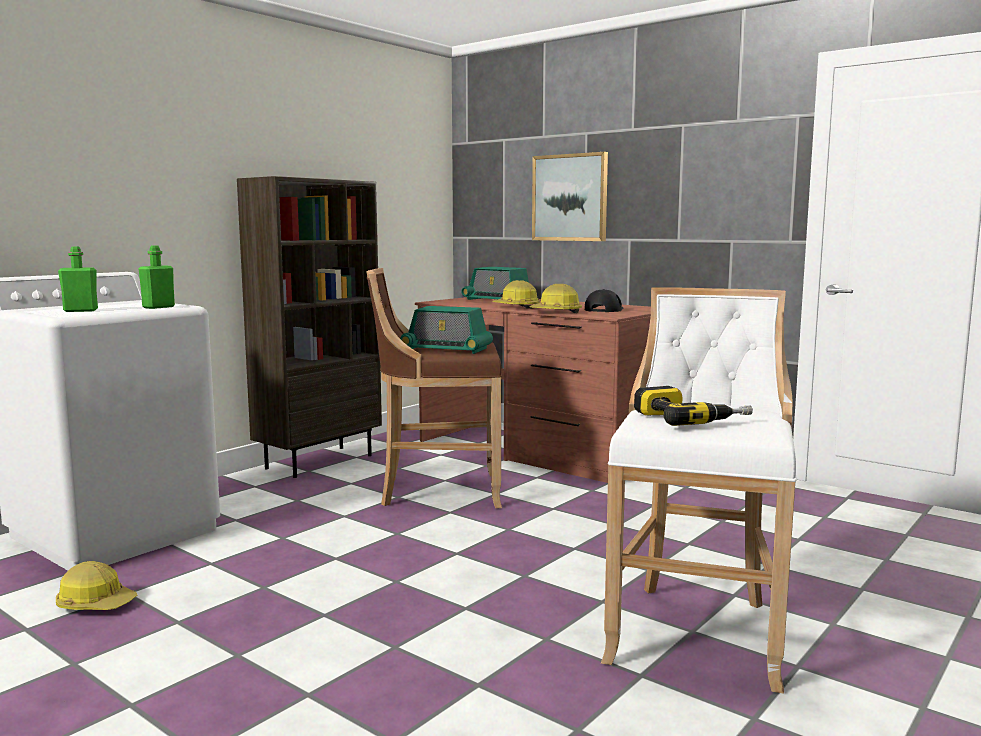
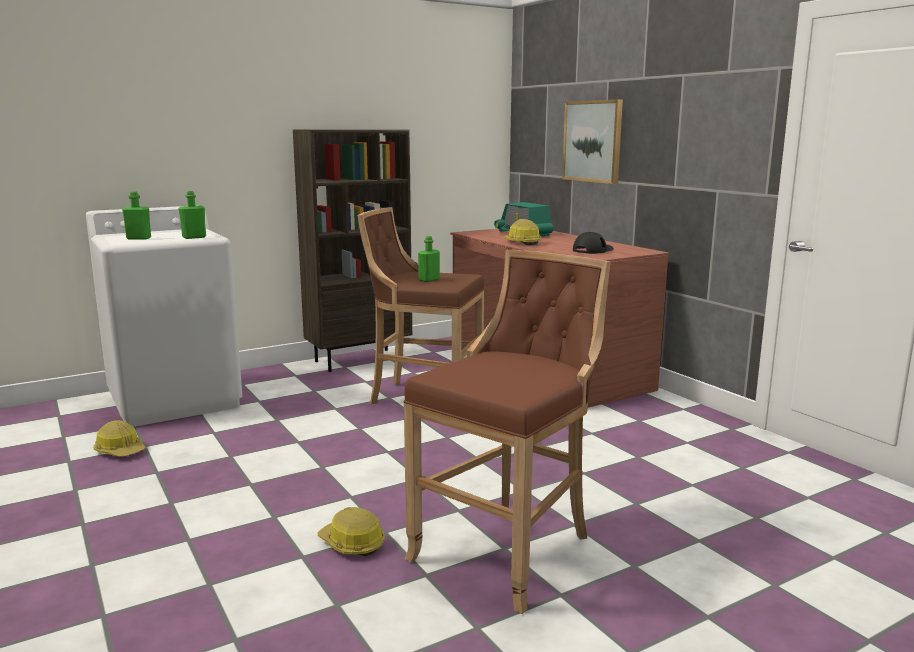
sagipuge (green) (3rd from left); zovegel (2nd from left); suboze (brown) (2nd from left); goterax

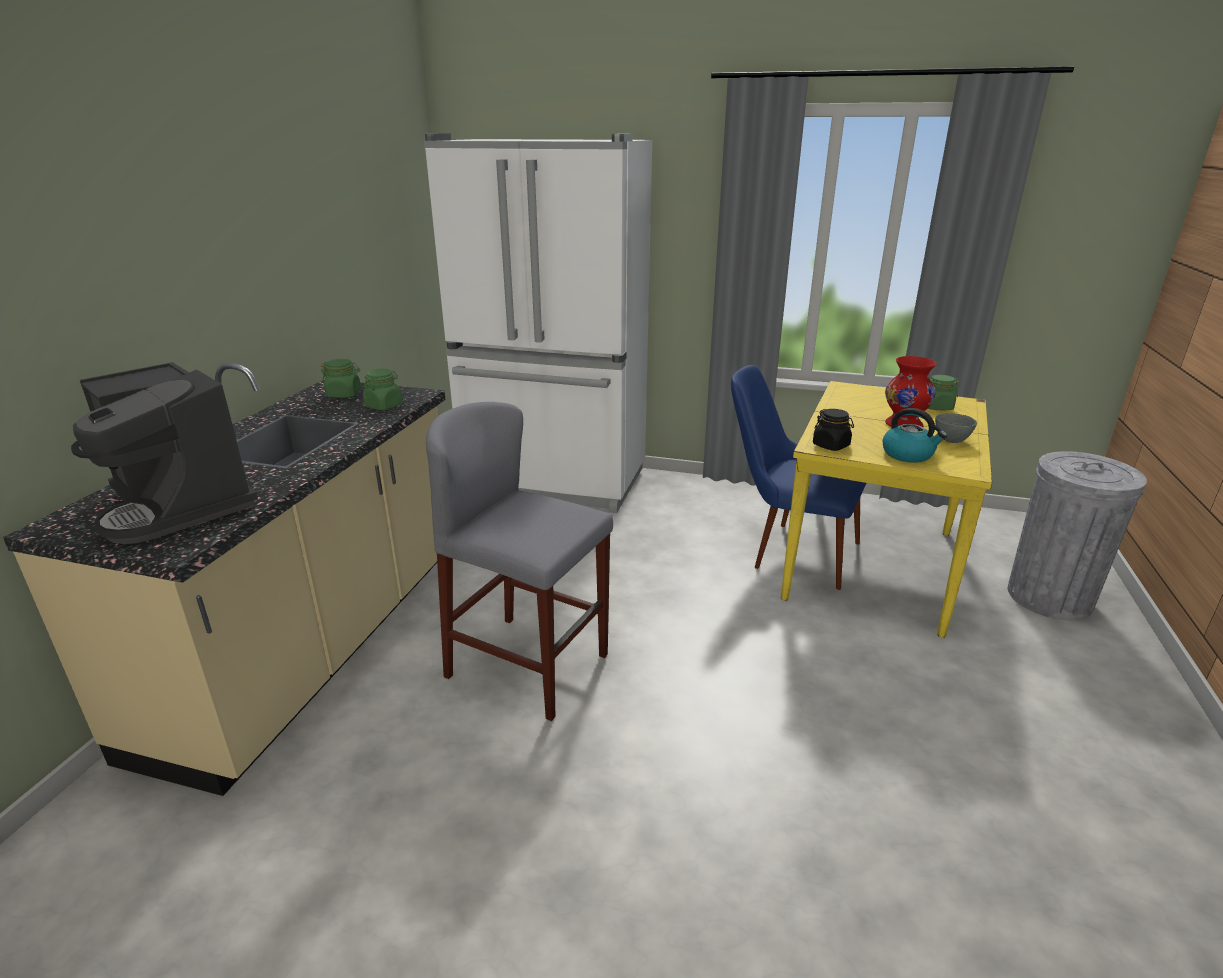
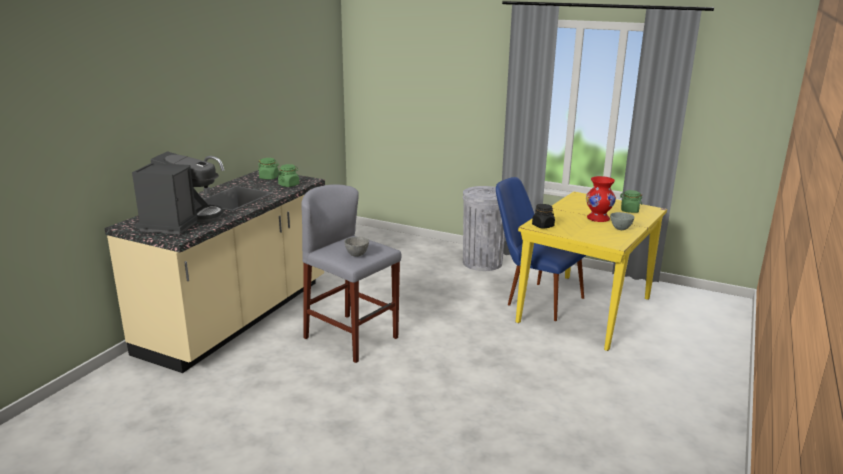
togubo; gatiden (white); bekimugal; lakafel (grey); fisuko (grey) (1st from left)

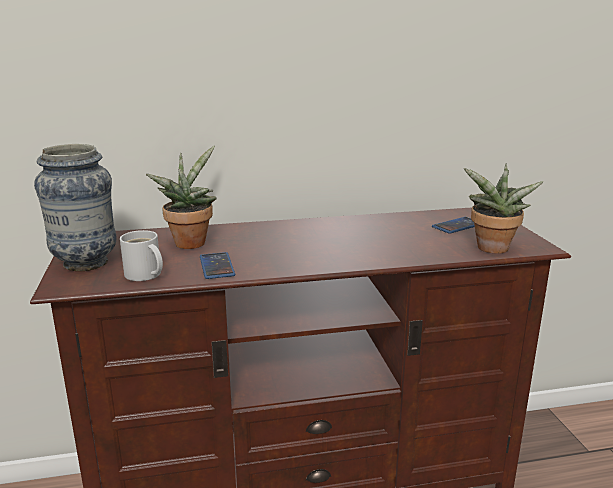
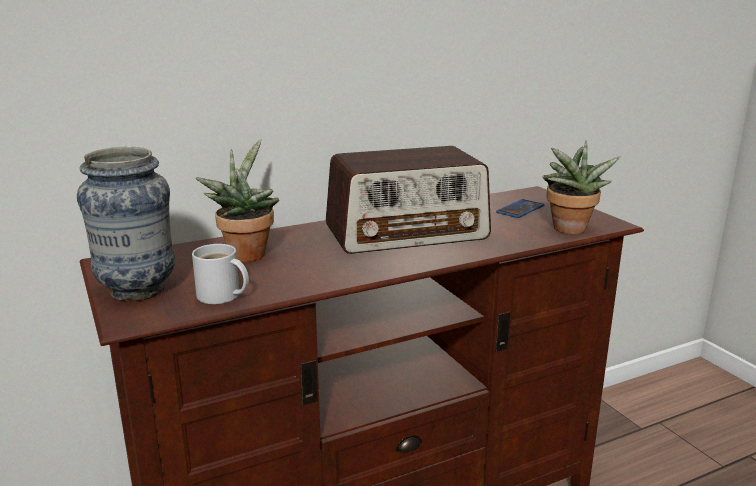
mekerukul (1st from left in the first image); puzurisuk

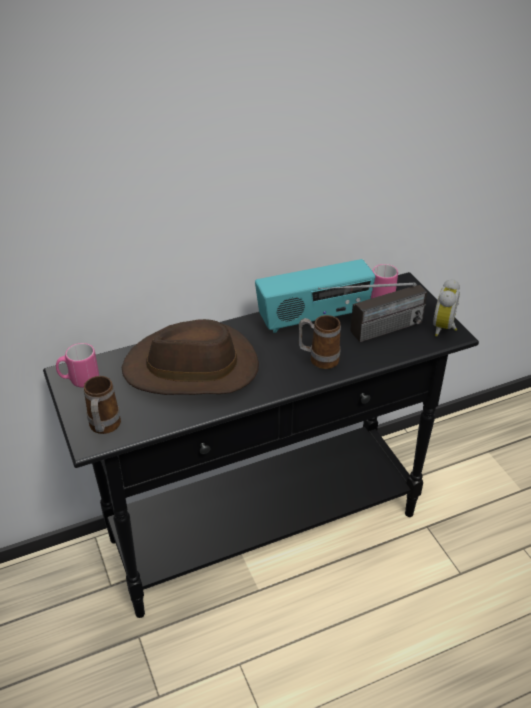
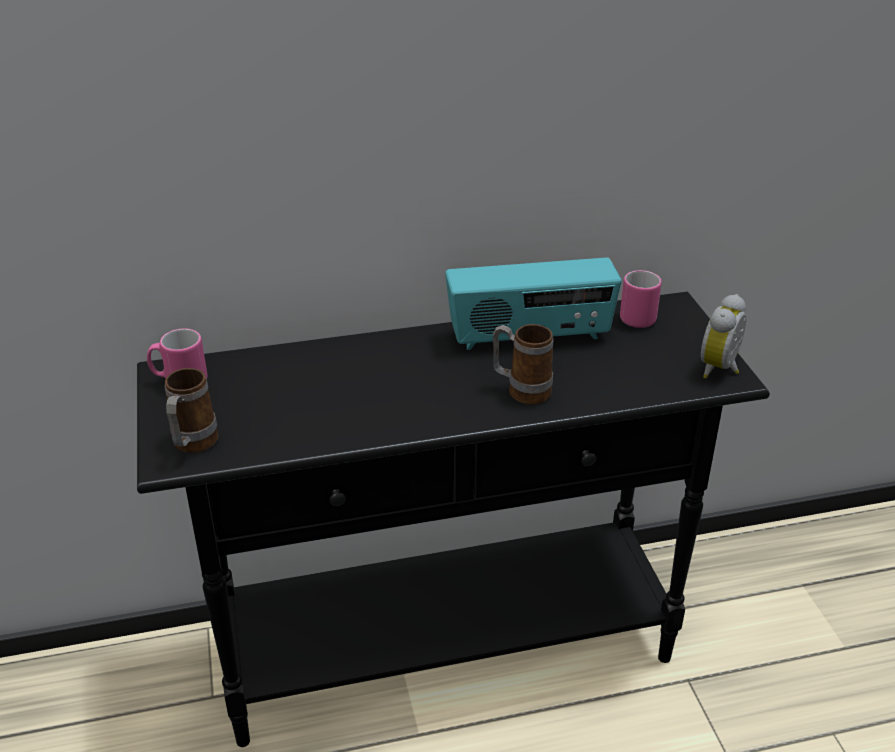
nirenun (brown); puzurisuk (2nd from left in the first image)

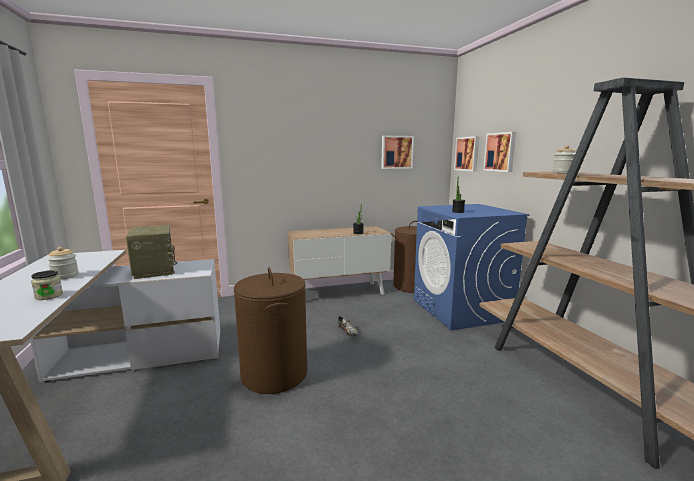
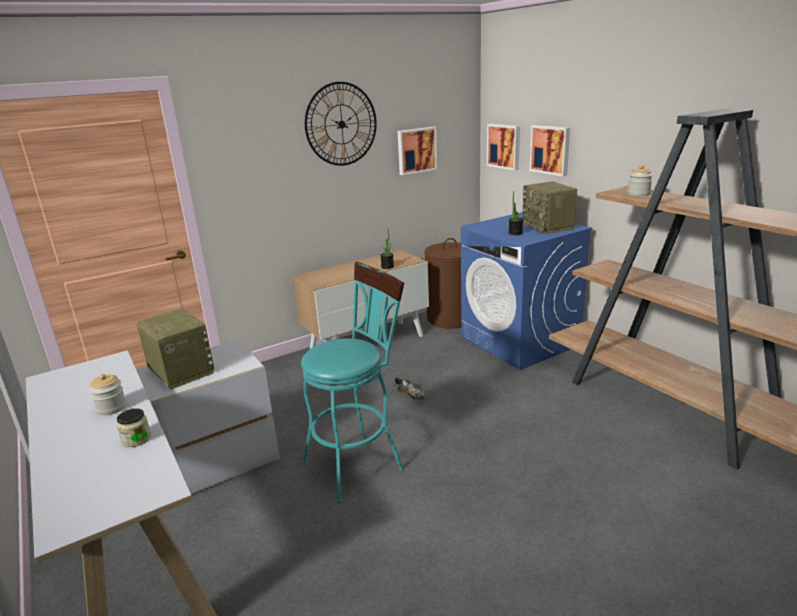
suboze (turquoise); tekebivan; puzurisuk (2nd from left)

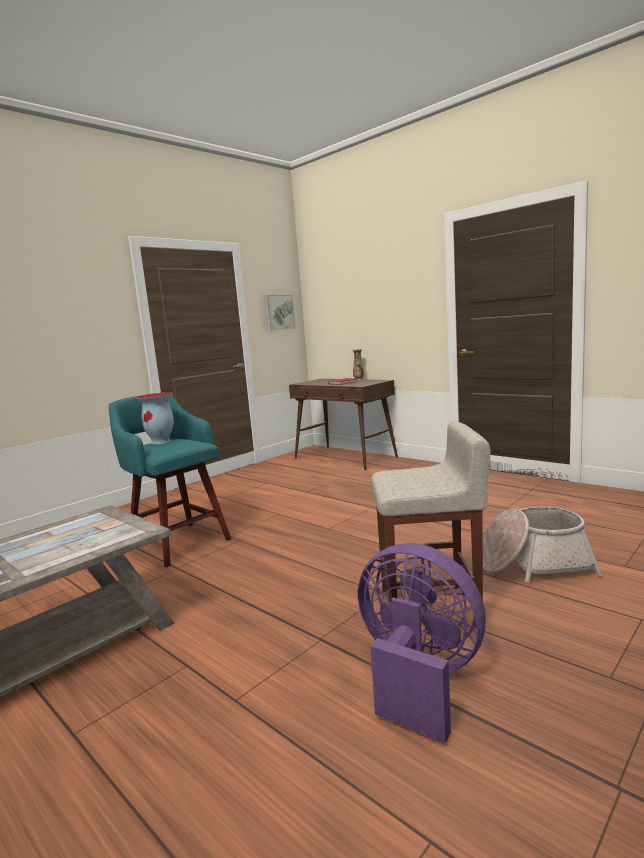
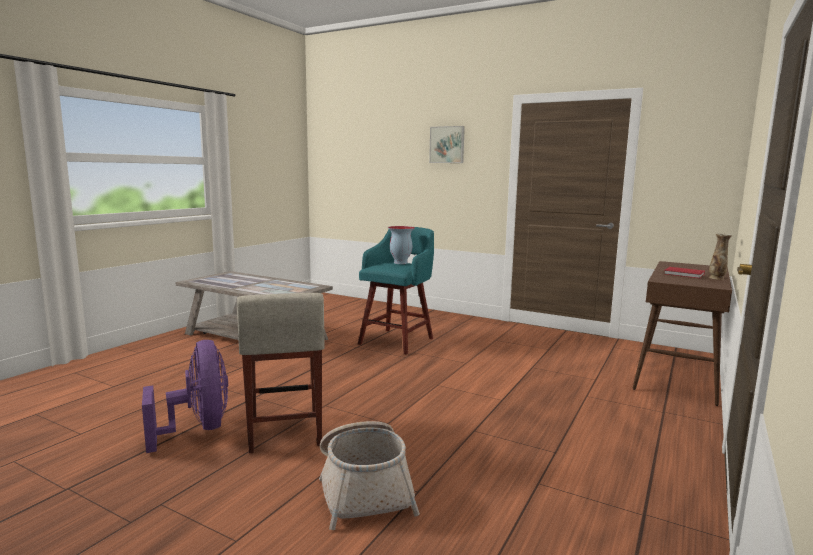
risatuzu; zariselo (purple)

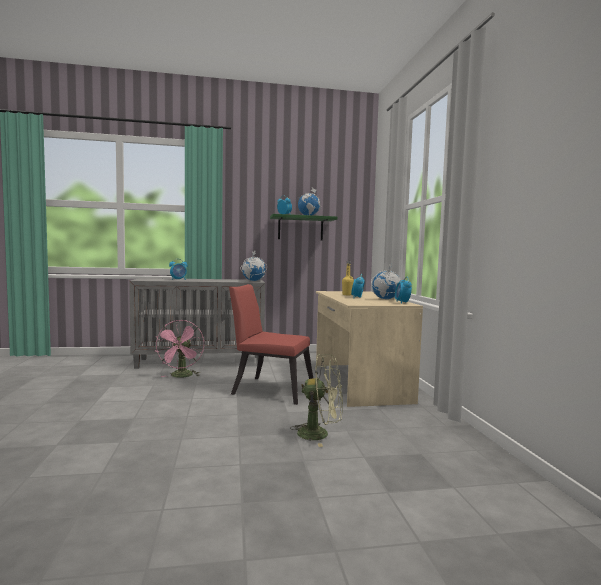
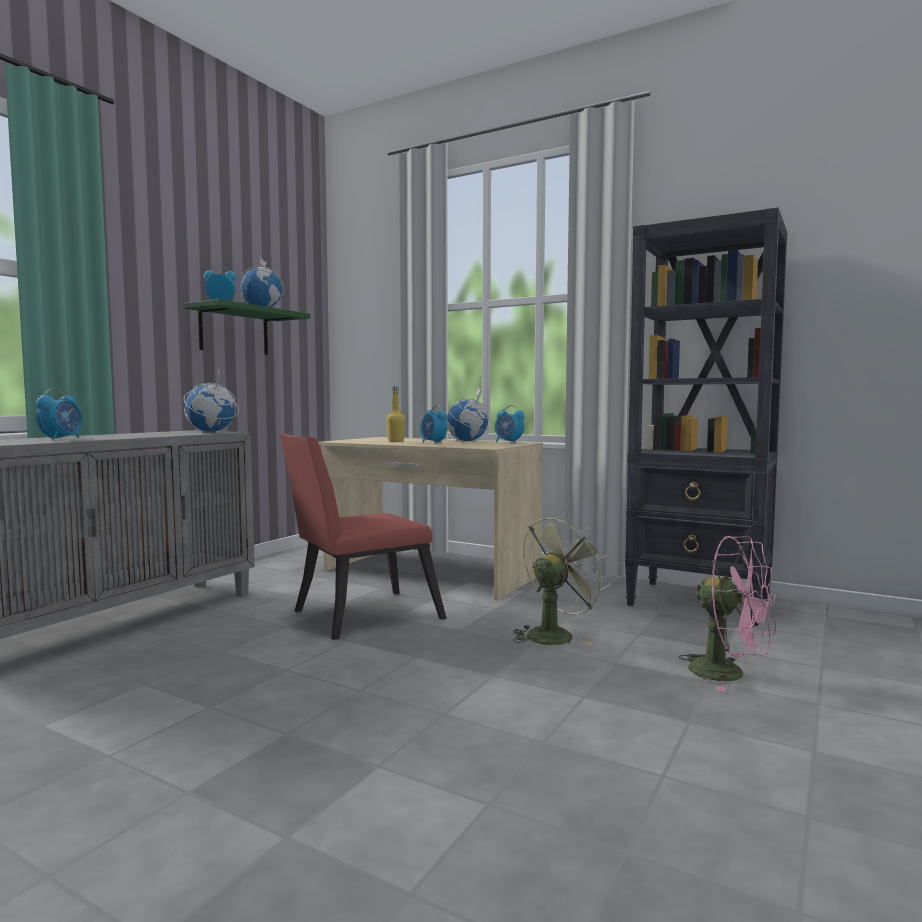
zariselo (pink); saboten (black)

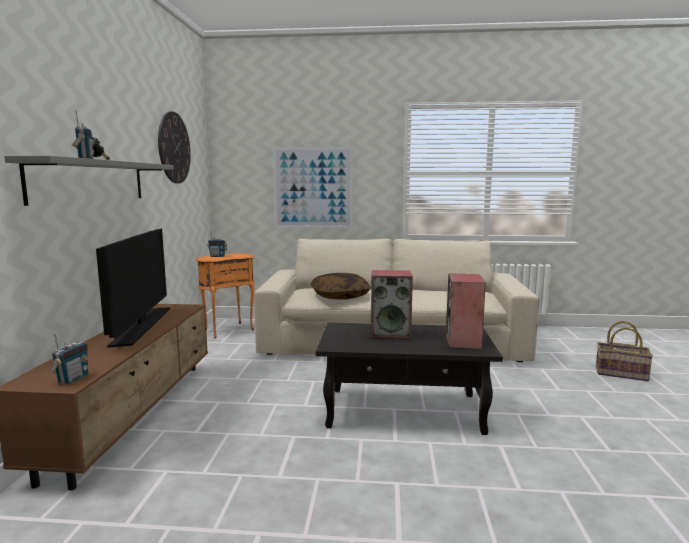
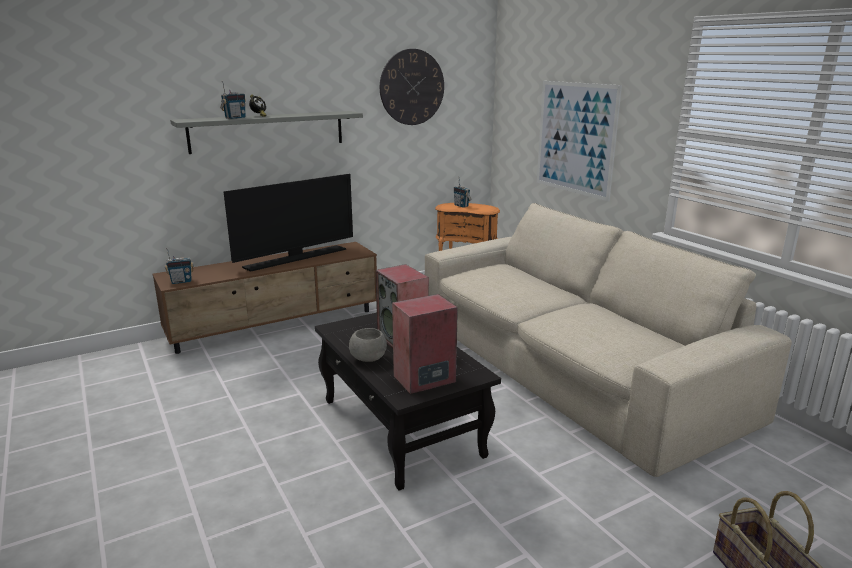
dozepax; fisuko (grey)

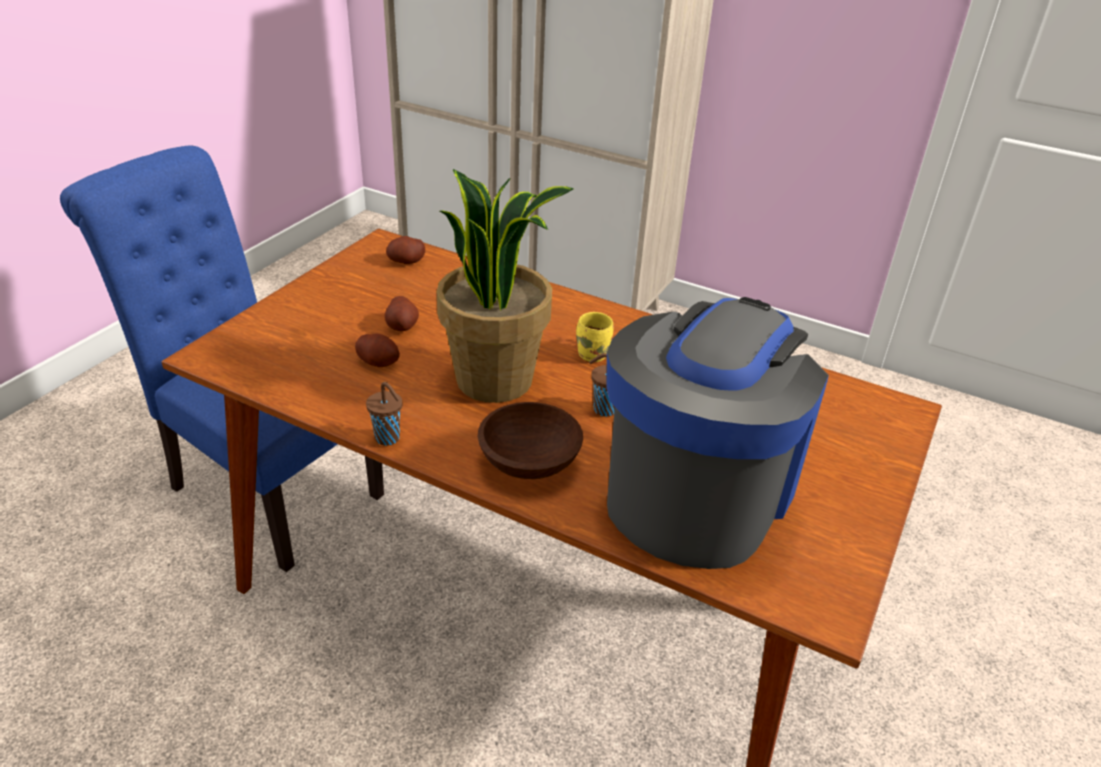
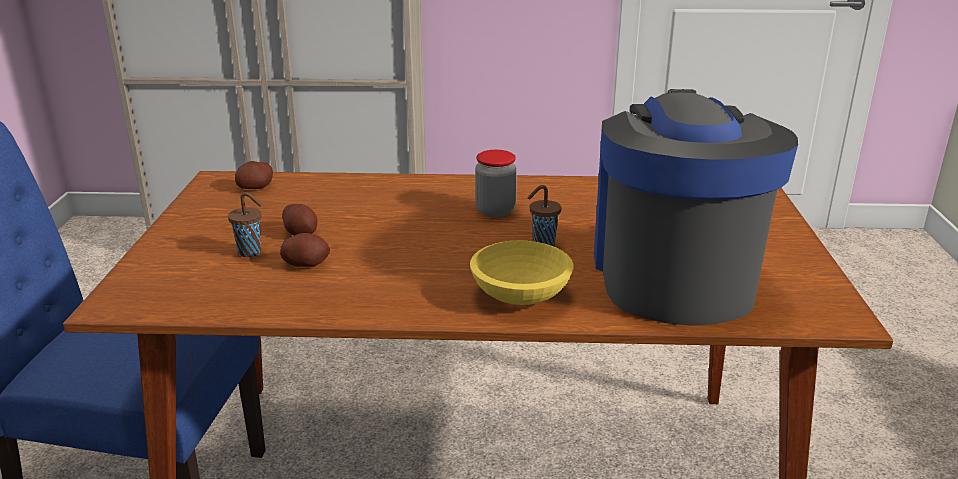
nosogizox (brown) (1st from left); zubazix; fisuko (yellow); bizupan

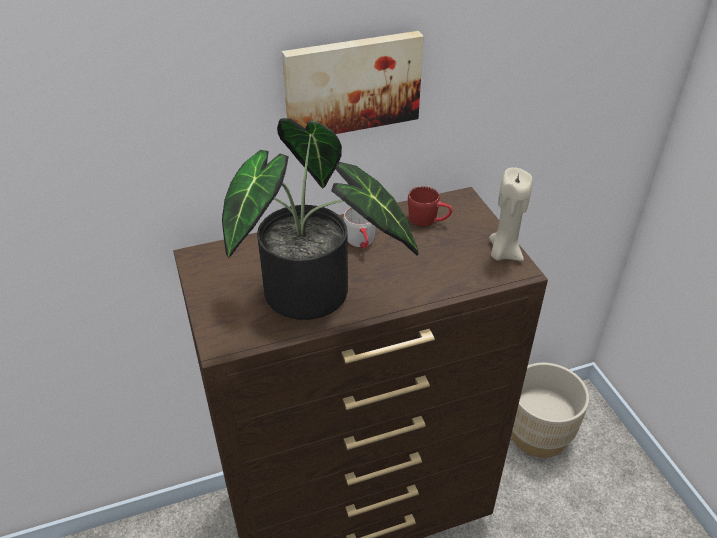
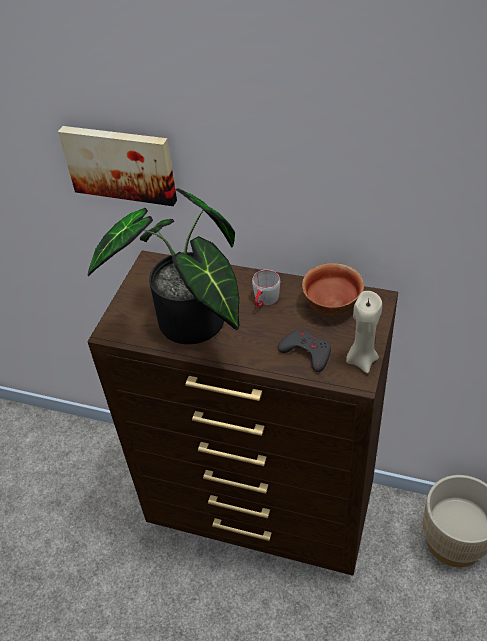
risatuzu; fisuko; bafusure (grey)

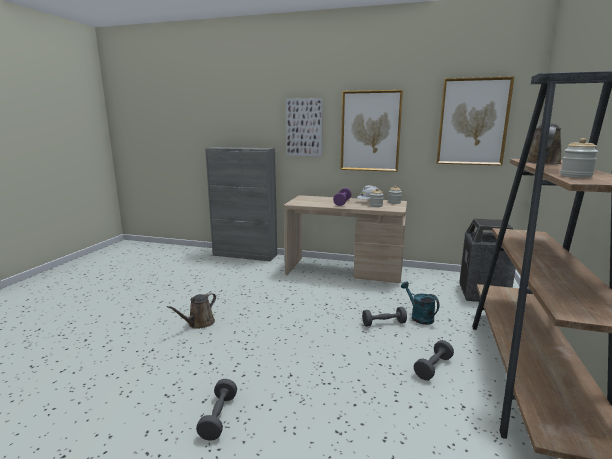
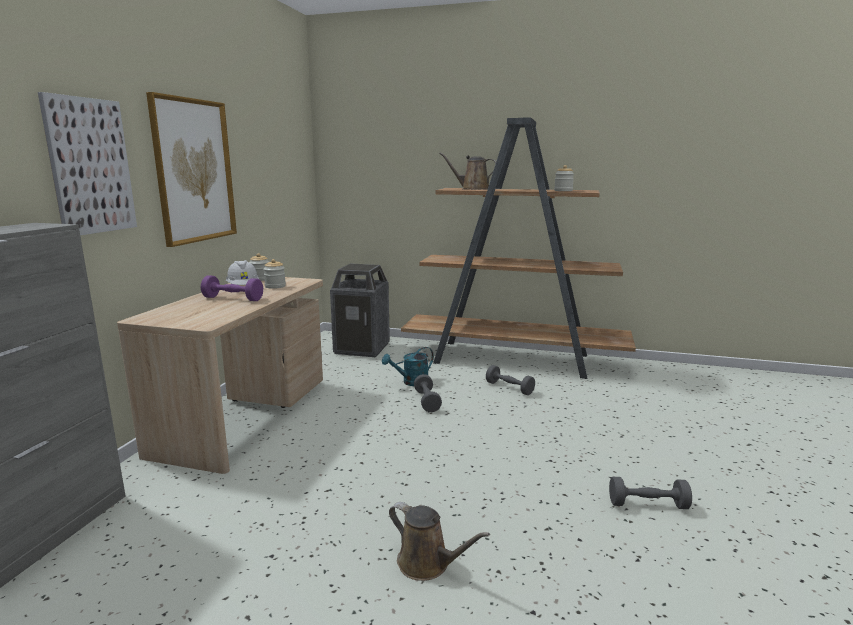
risatuzu (3rd from left in the first image)

